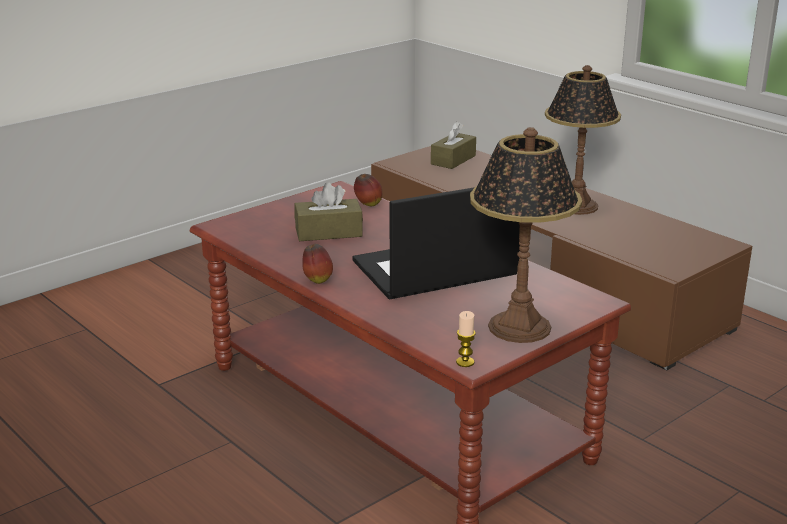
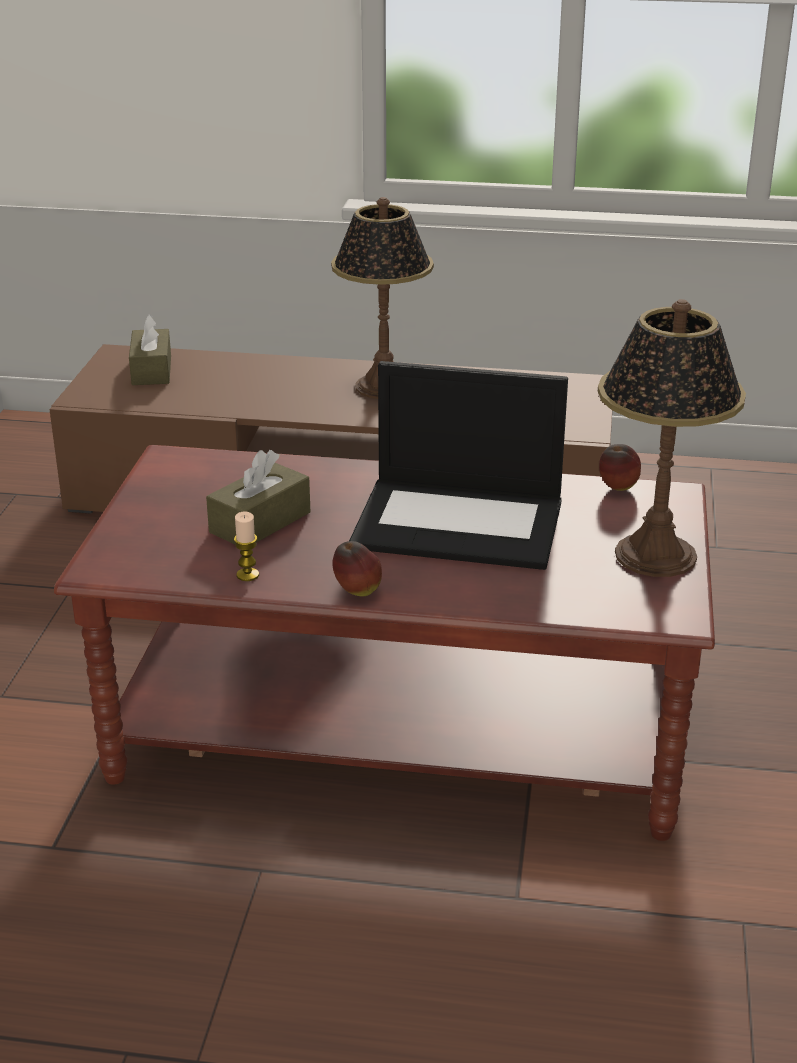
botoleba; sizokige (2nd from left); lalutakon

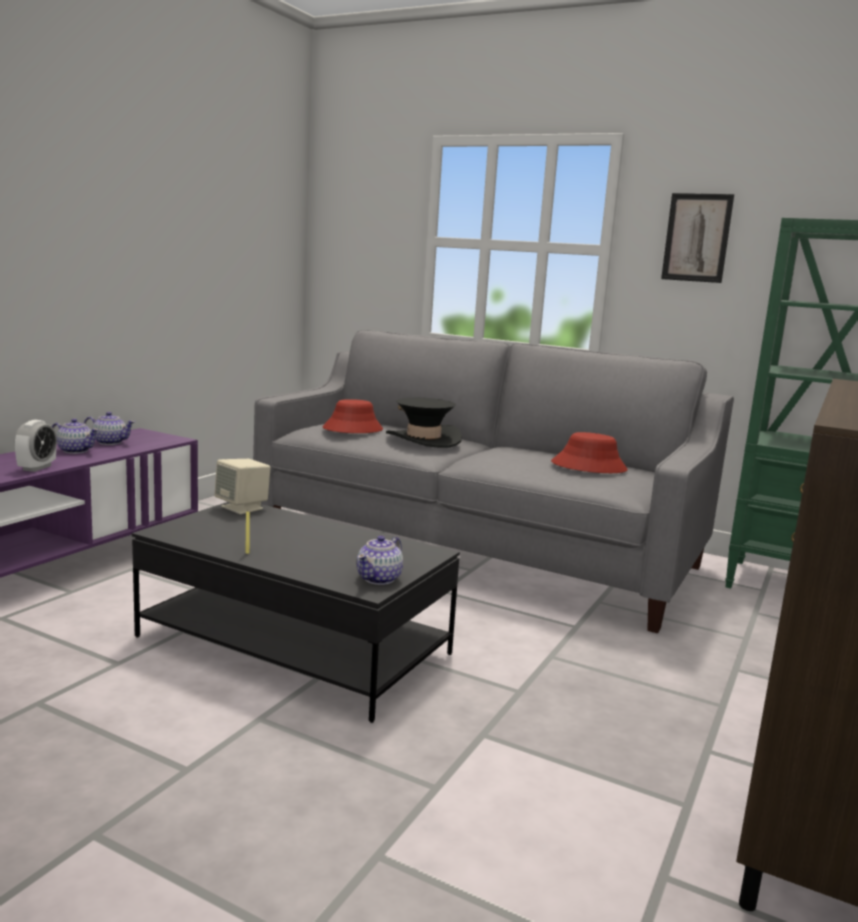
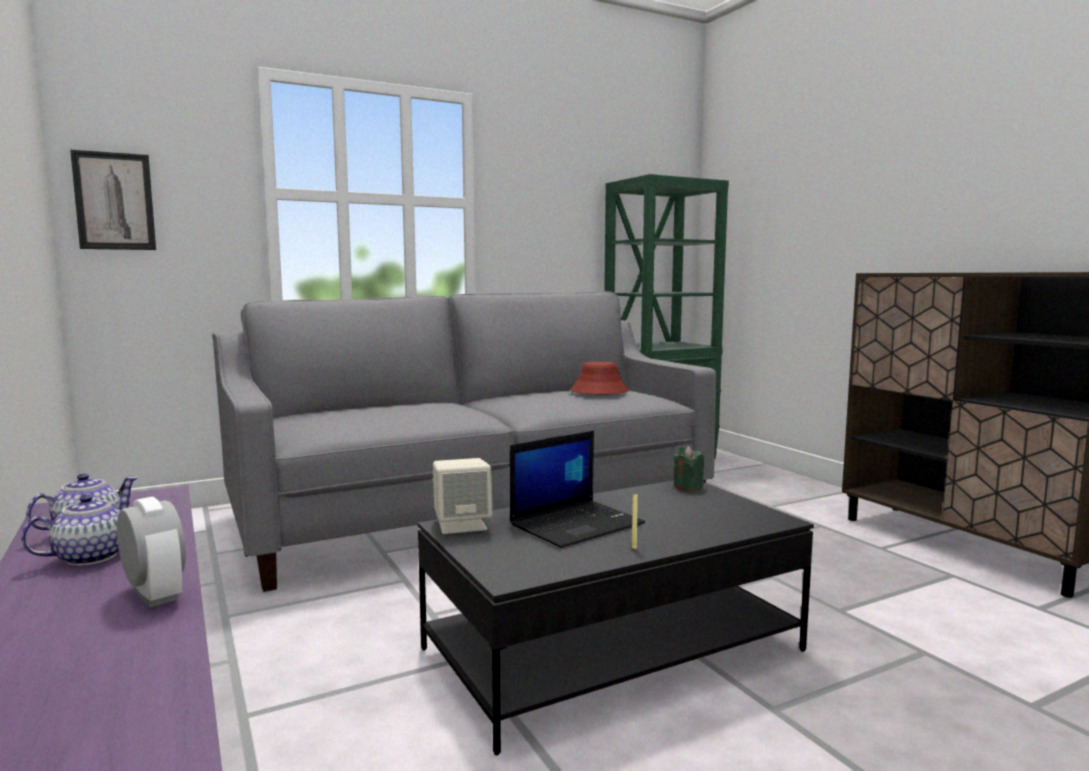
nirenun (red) (1st from left in the first image); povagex (3rd from left in the first image); nirenun (black); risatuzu; botoleba; lalutakon (green)

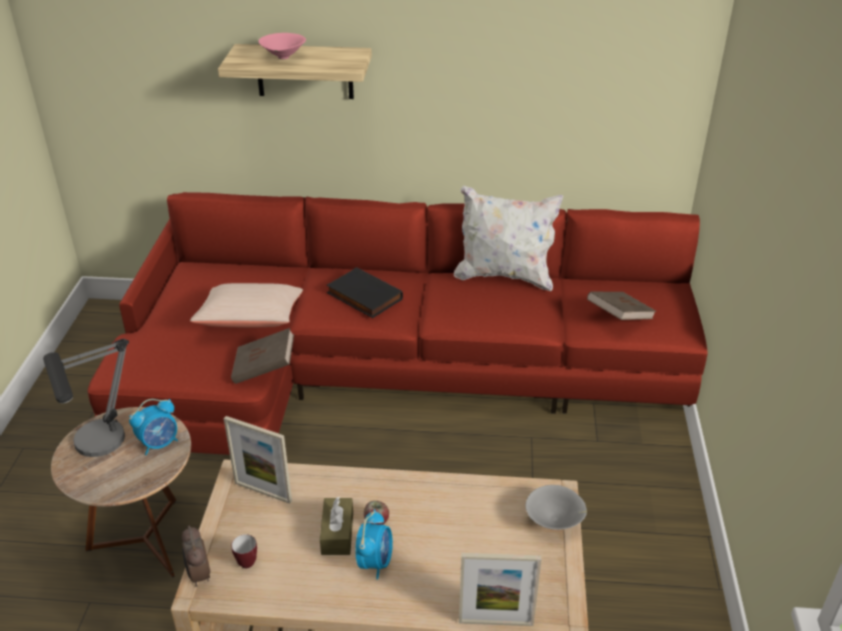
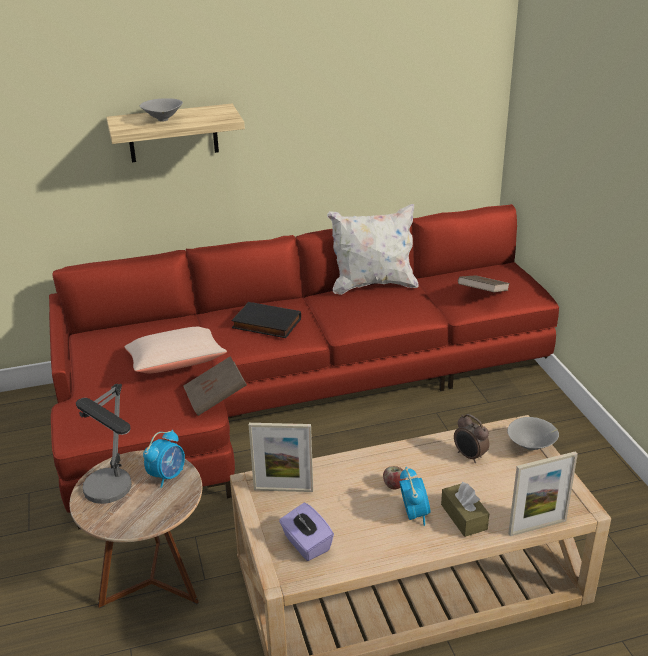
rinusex (3rd from left); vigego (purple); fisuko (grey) (1st from left); vigego (brown)

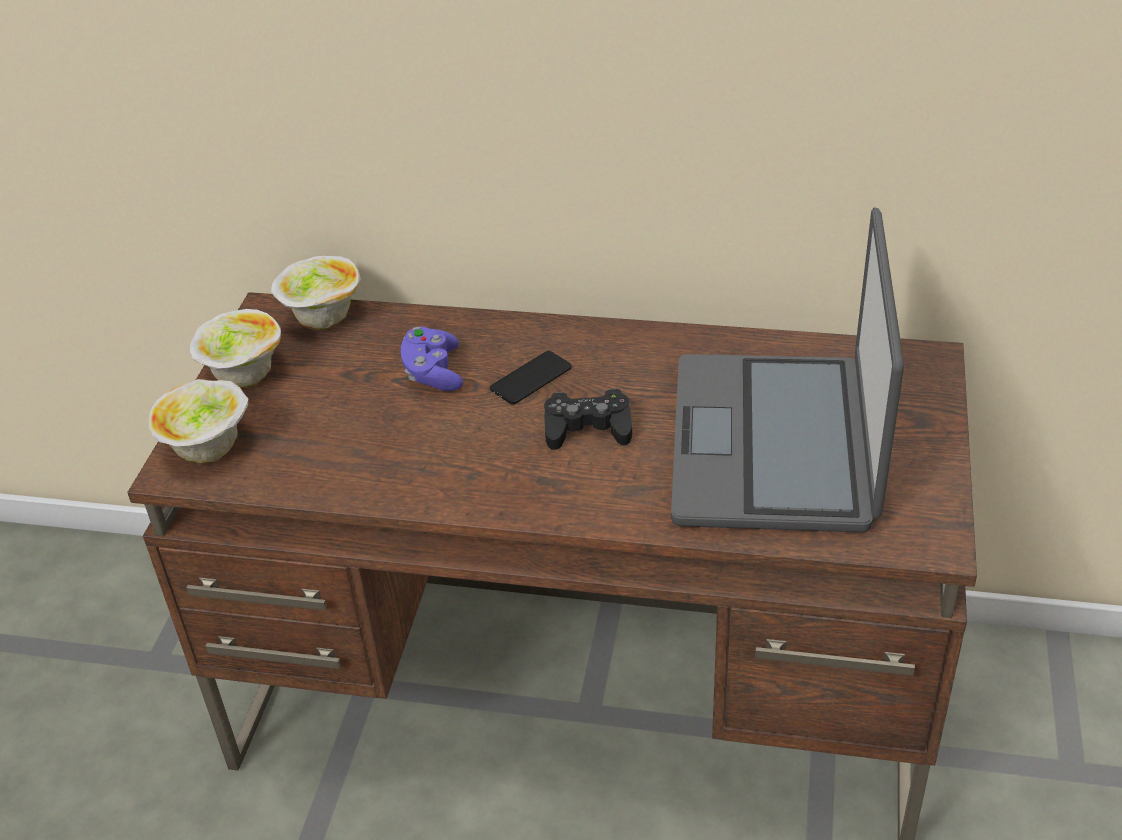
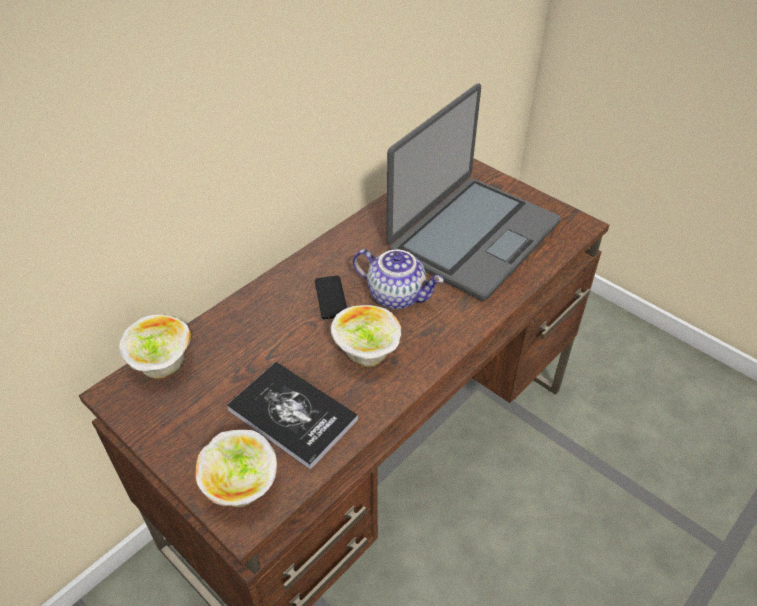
fisuko (3rd from left); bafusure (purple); povagex; botoleba; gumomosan

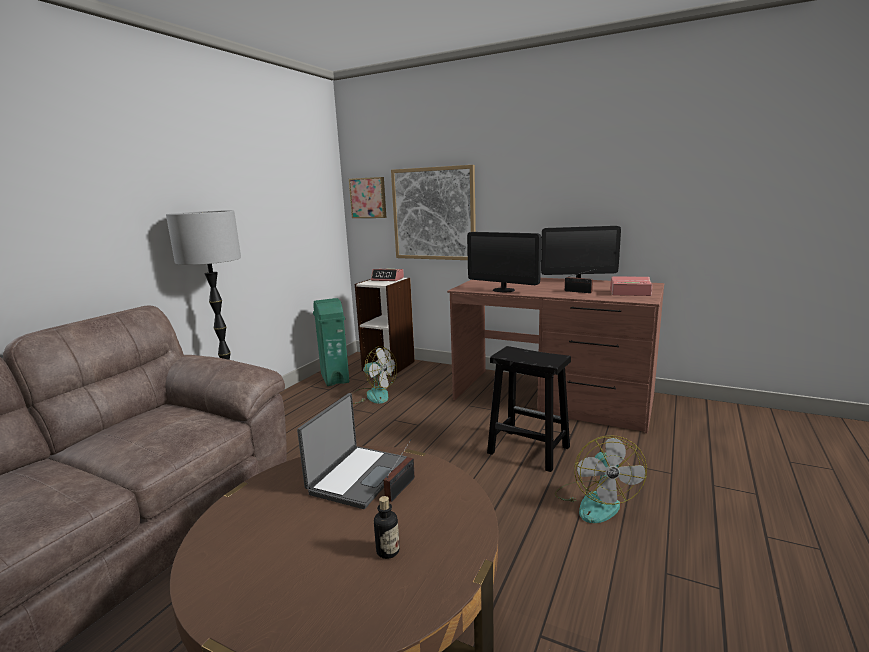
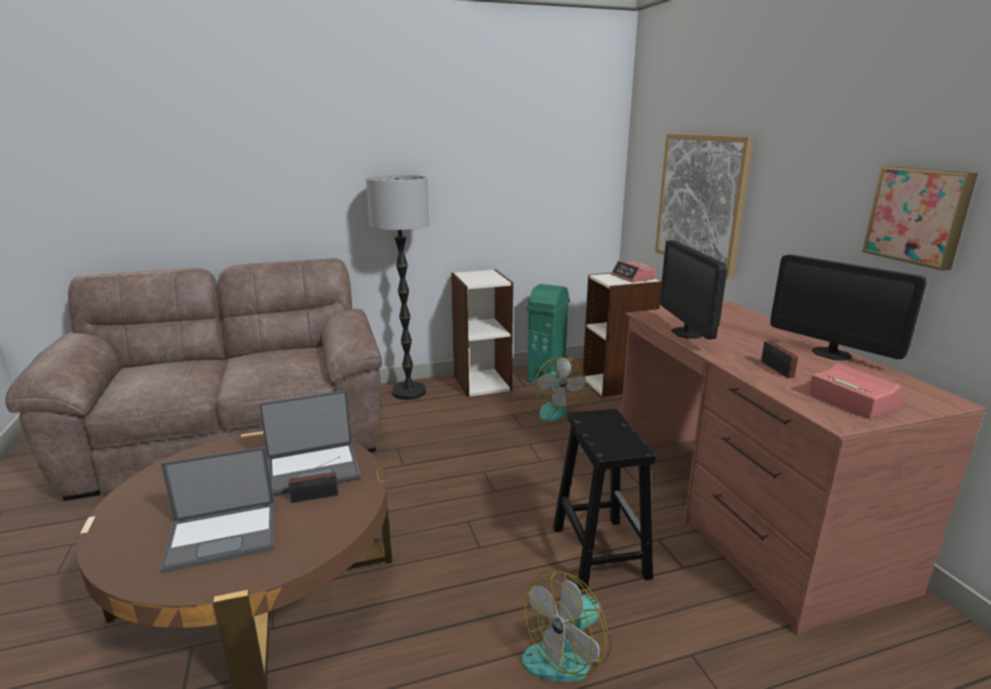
risatuzu (2nd from left); botoleba (1st from left); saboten (1st from left)

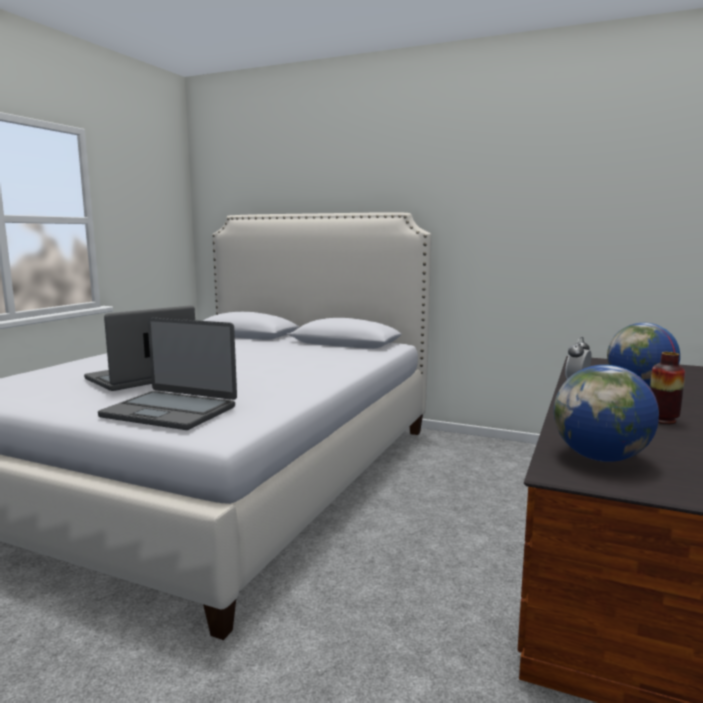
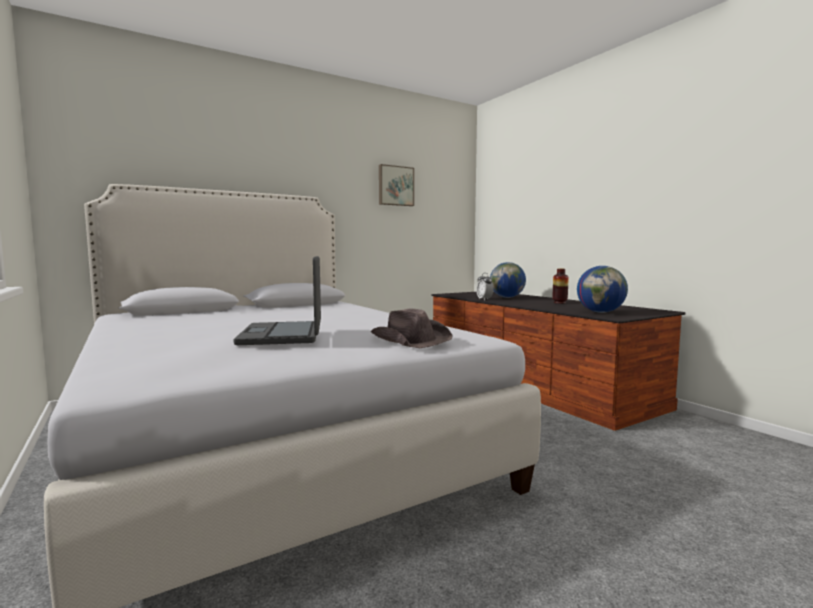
nirenun (brown); risatuzu

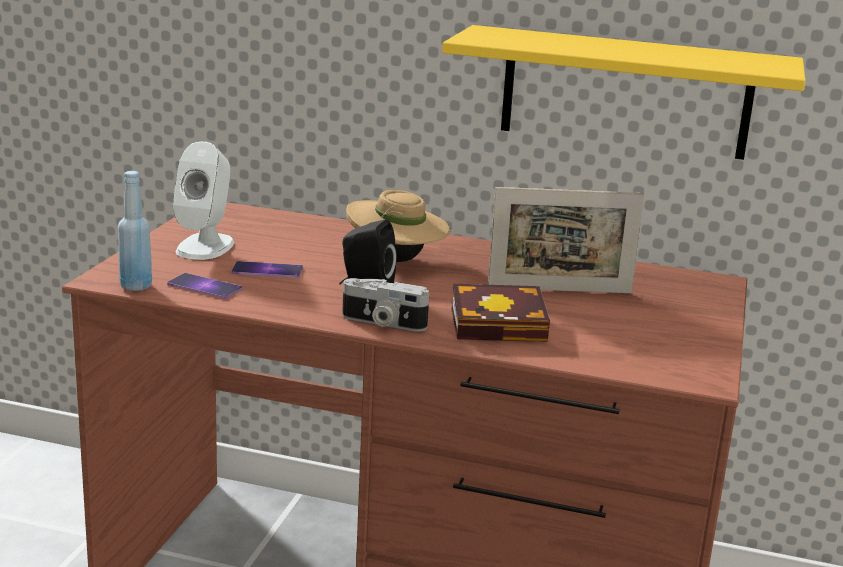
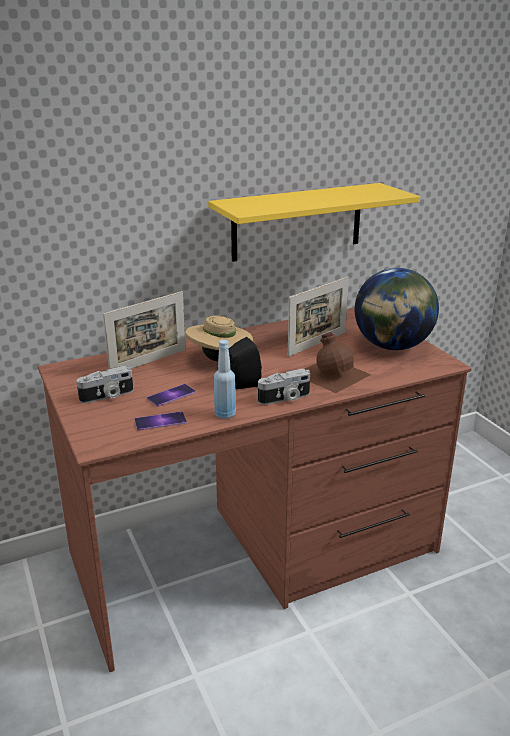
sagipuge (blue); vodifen (1st from left); sagipuge (brown); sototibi (1st from left); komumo

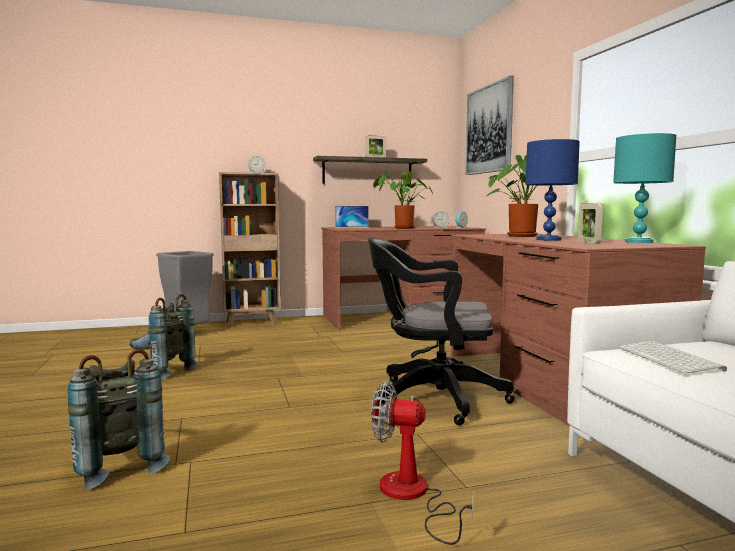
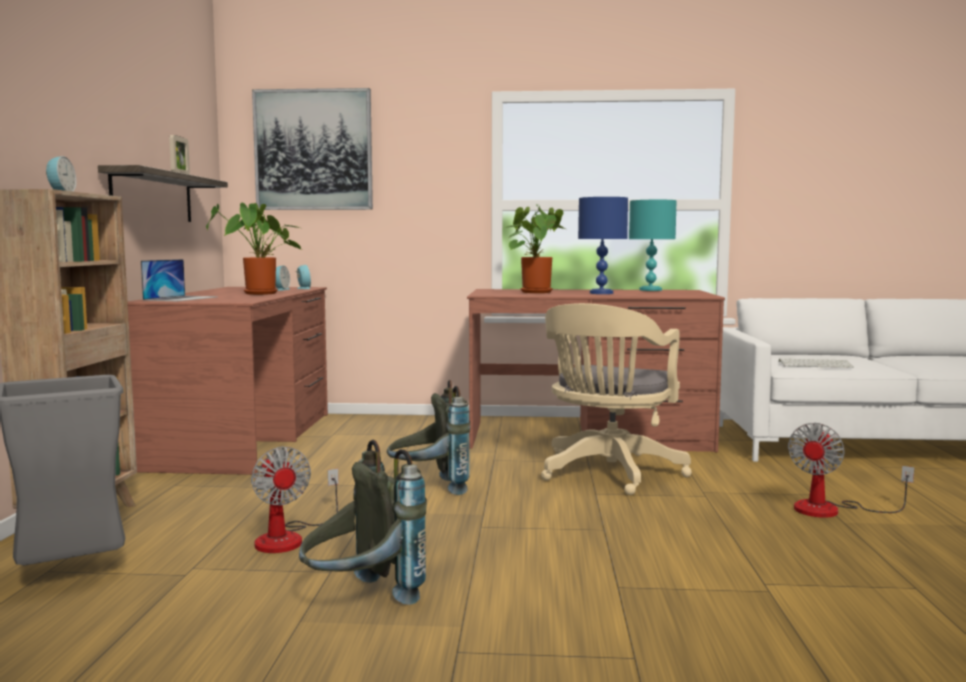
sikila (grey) (2nd from left); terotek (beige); sototibi (2nd from left in the first image); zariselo (1st from left)

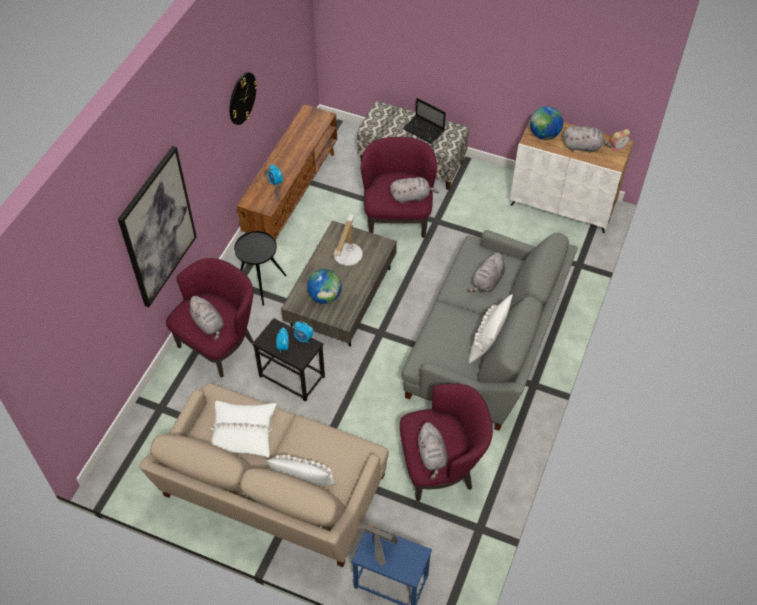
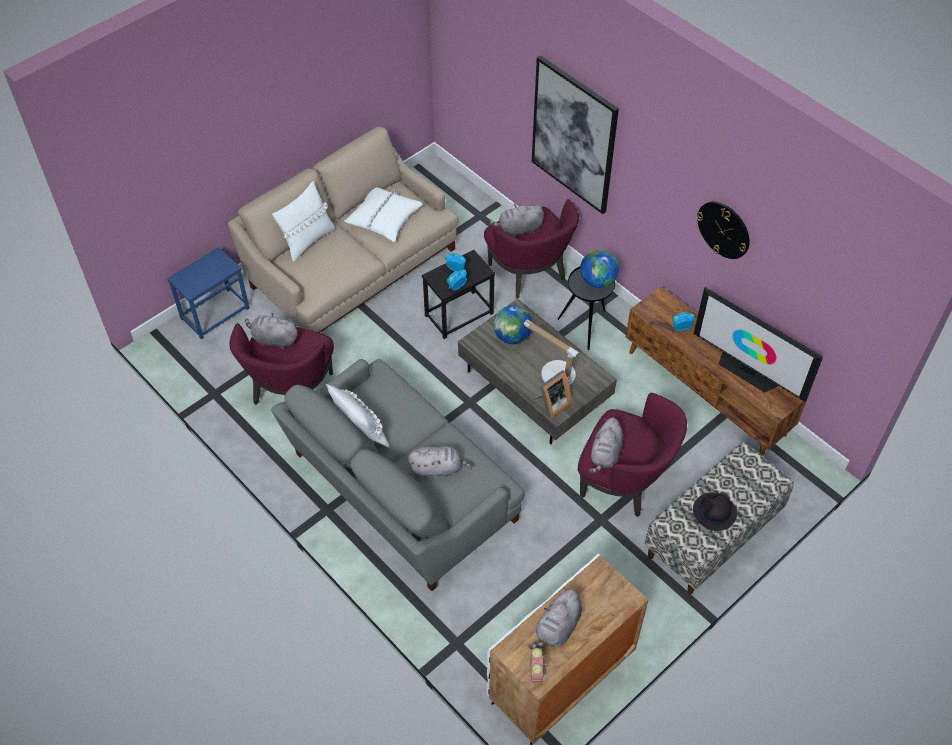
sototibi; nirenun (black); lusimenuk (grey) (2nd from left); komumo (2nd from left); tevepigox

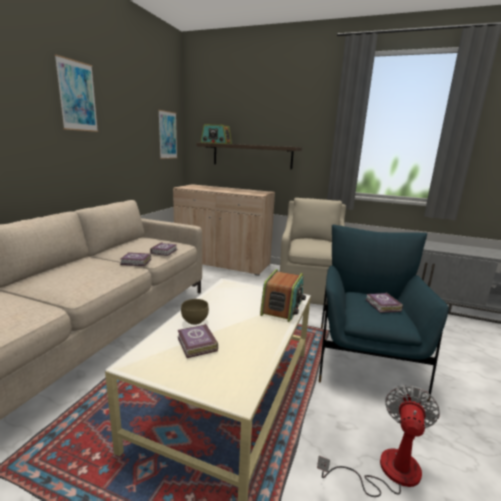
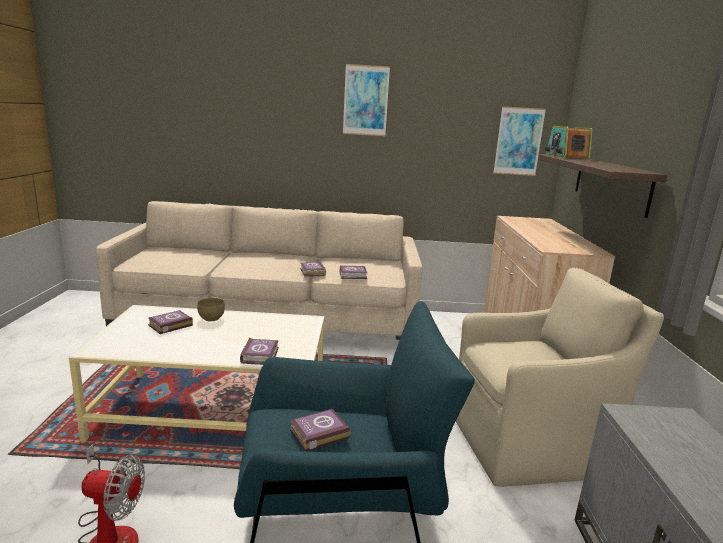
gumomosan (2nd from left)

